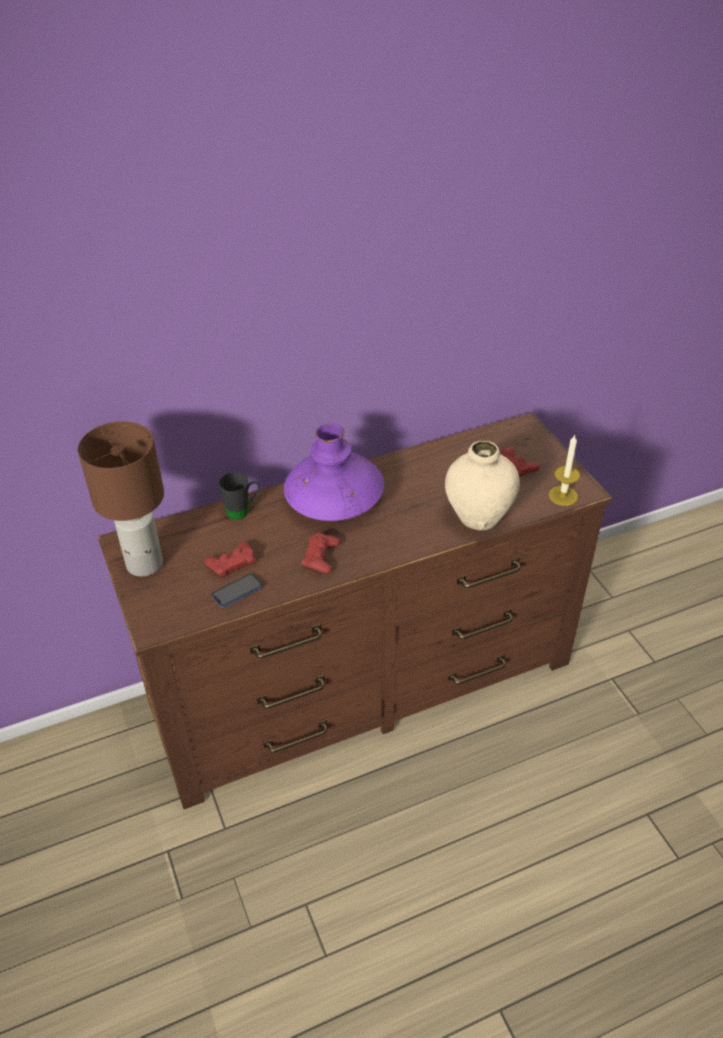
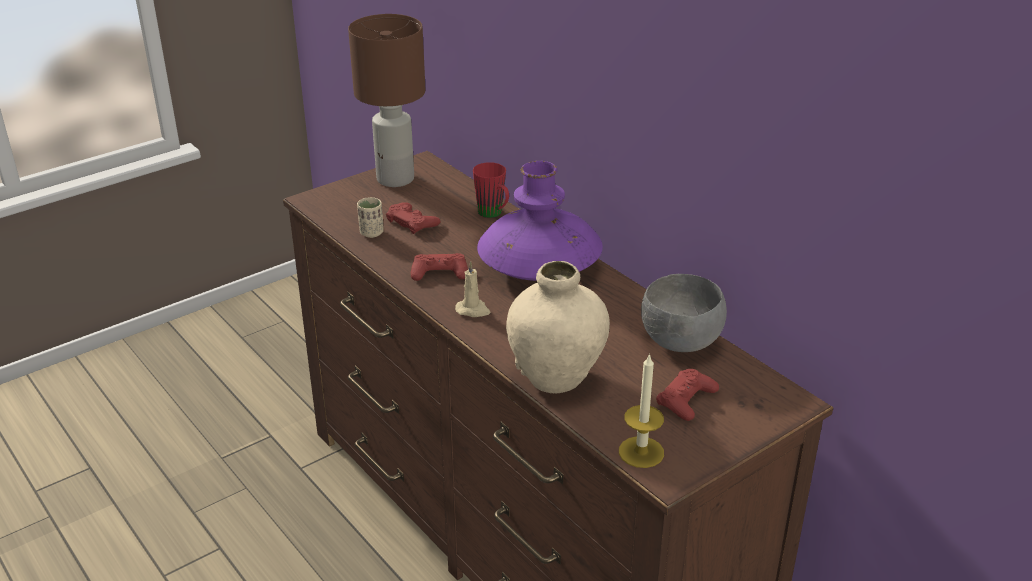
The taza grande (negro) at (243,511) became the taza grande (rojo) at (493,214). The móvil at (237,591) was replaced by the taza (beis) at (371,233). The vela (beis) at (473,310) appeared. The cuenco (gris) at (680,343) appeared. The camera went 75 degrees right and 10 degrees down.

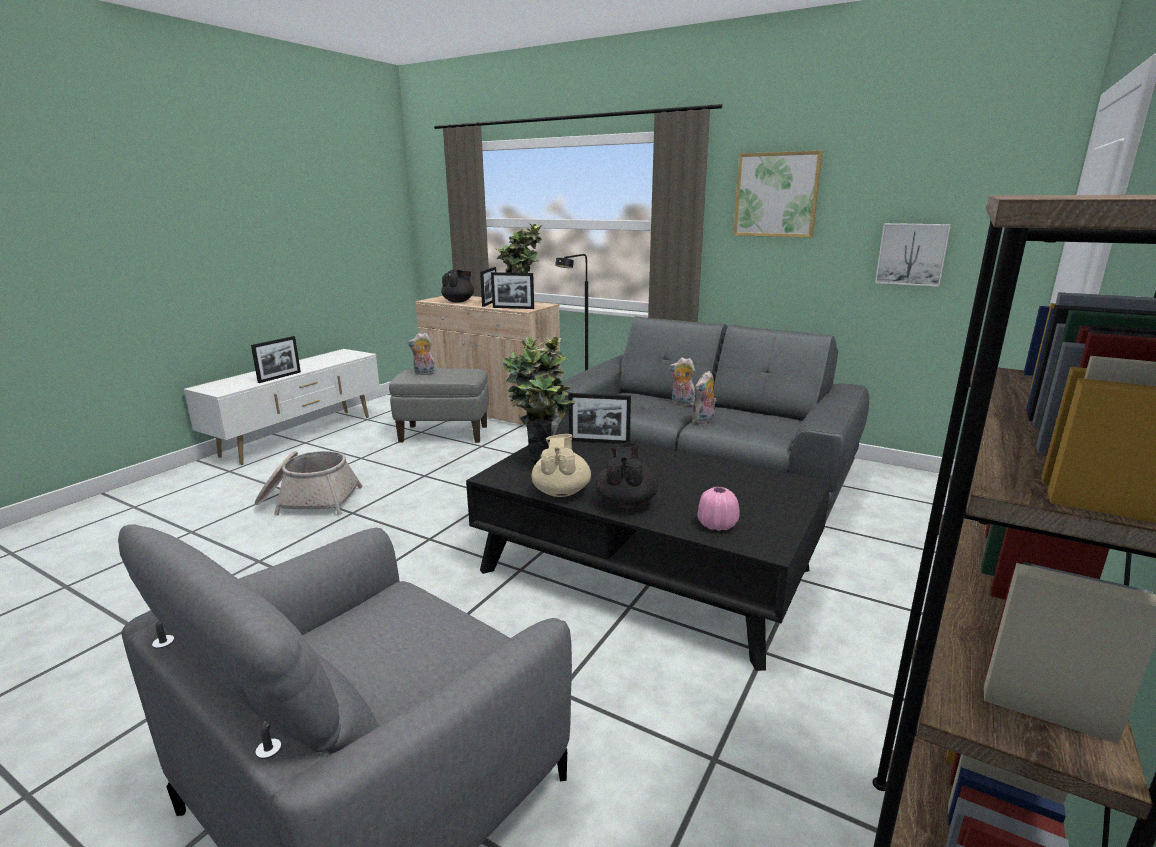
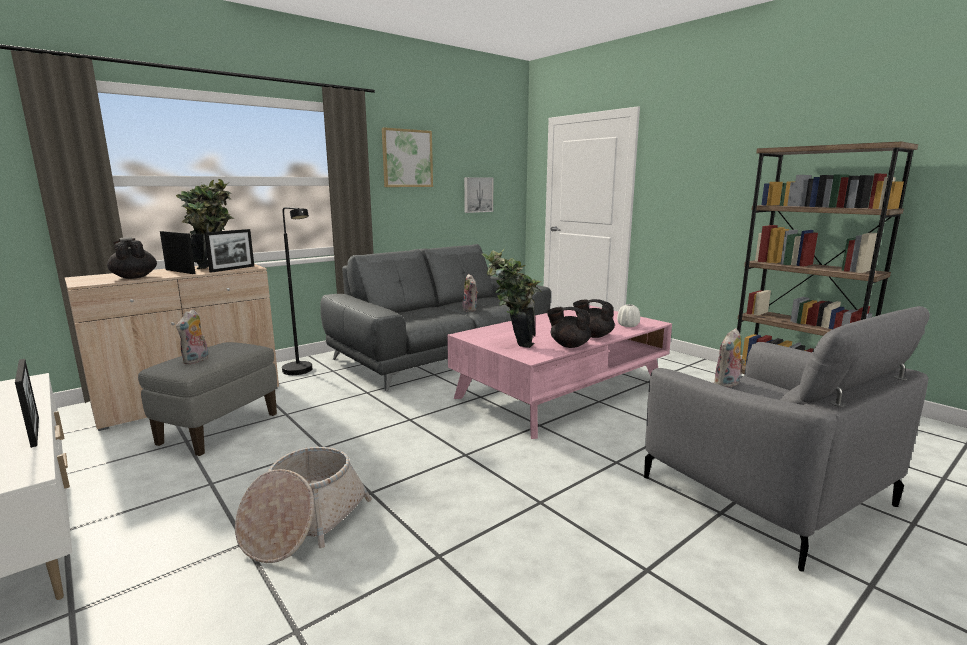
The peluche moved from (681,403) to (727,384). The portarretratos at (599,441) disappeared. The mesa de centro (negro) at (645,571) became the mesa de centro (rosa) at (562,391). The tetera (beis) at (561,491) became the tetera (negro) at (569,345). The florero (rosa) at (717,525) became the florero (blanco) at (628,325). The camera went 70 degrees left and 5 degrees down.

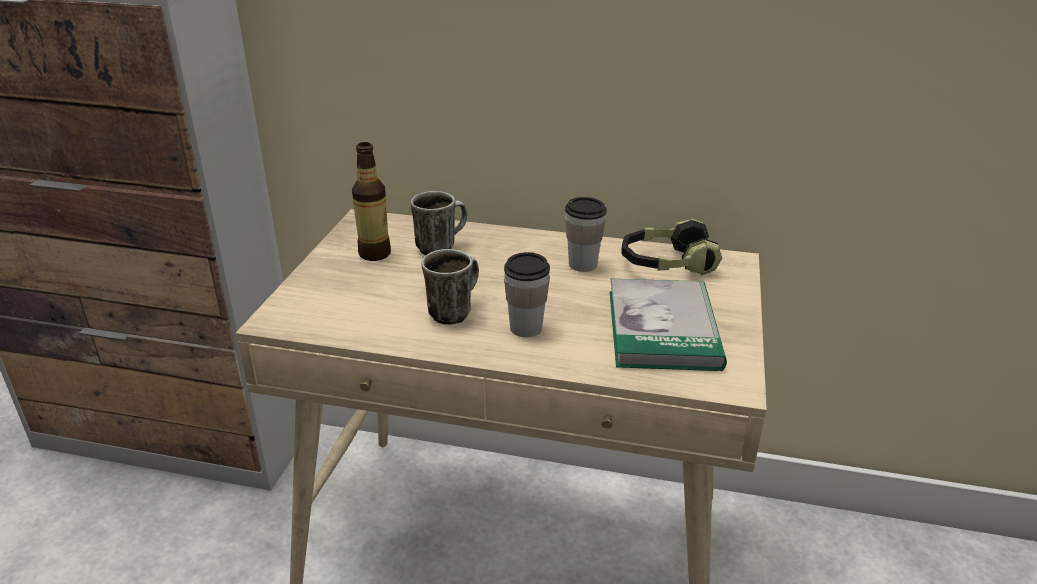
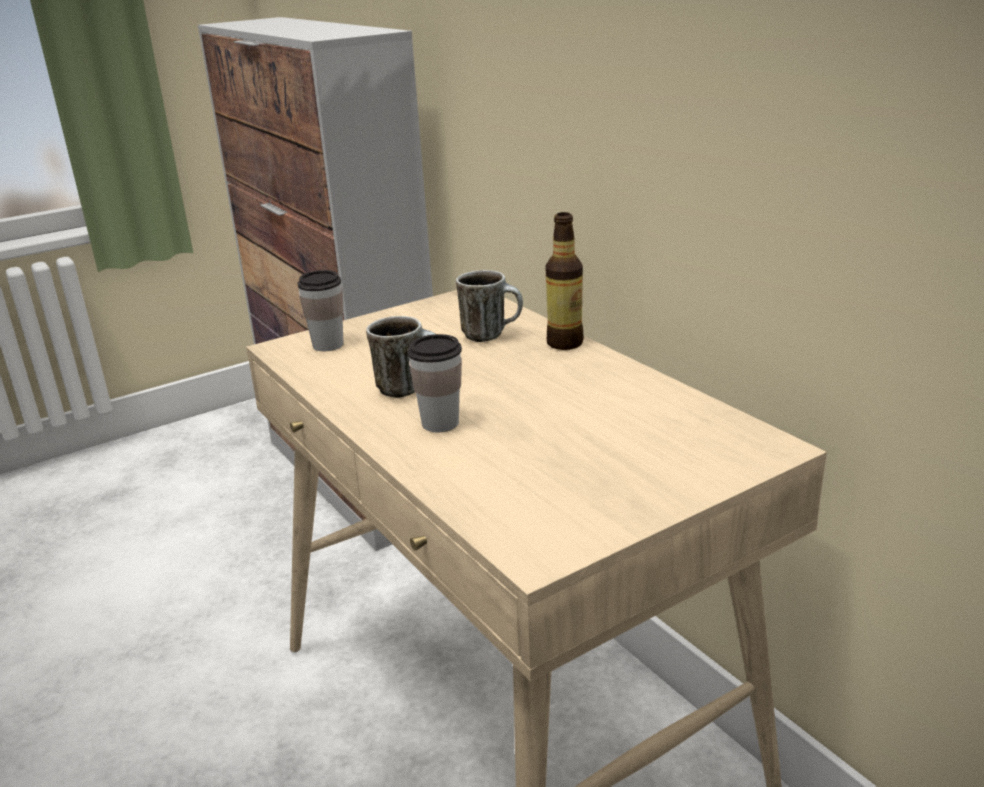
The botella moved from (375,254) to (565,343). The taza moved from (582,264) to (328,345). The auriculares at (666,264) disappeared. The libro at (663,329) disappeared. The camera went 45 degrees right and 5 degrees down.

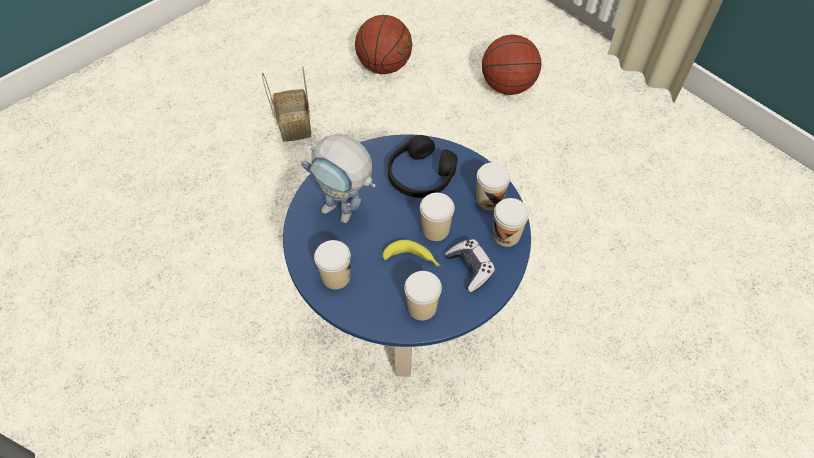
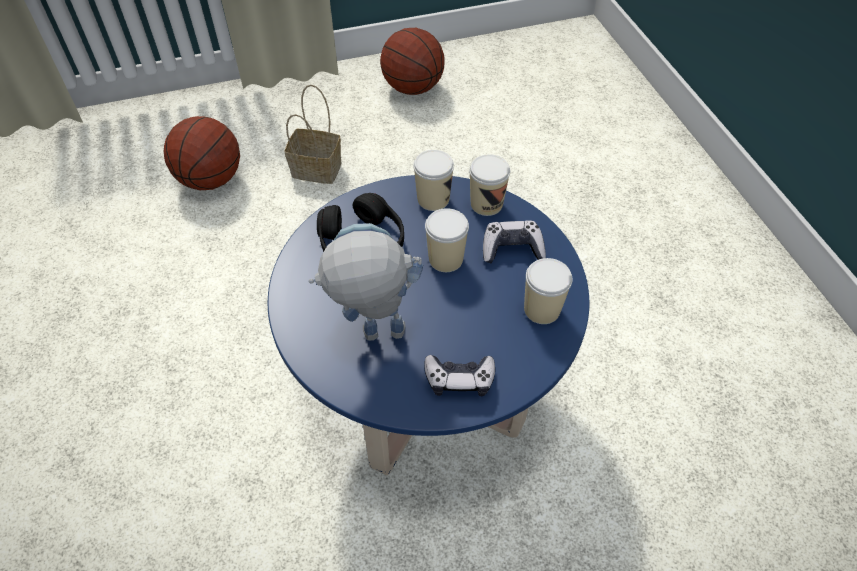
The balón de baloncesto moved from (384,66) to (413,88). The cesta moved from (294,124) to (315,170). The robot de juguete at (346,214) turned 150 degrees counterclockwise. The taza at (336,277) was replaced by the mando de consola at (459,379). The plátano at (412,259) disappeared. The camera went 65 degrees left and 5 degrees down.

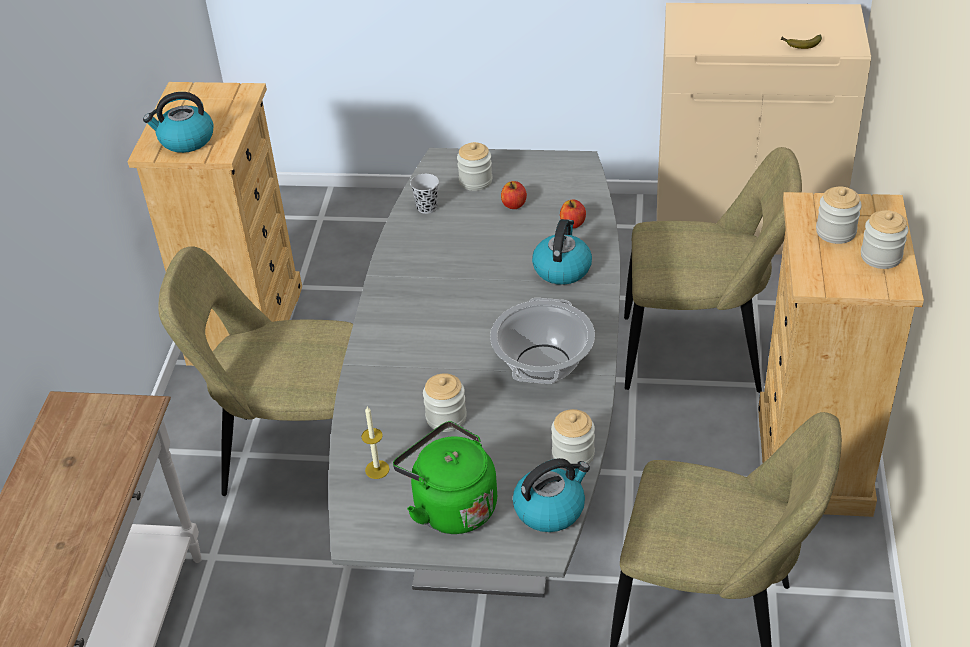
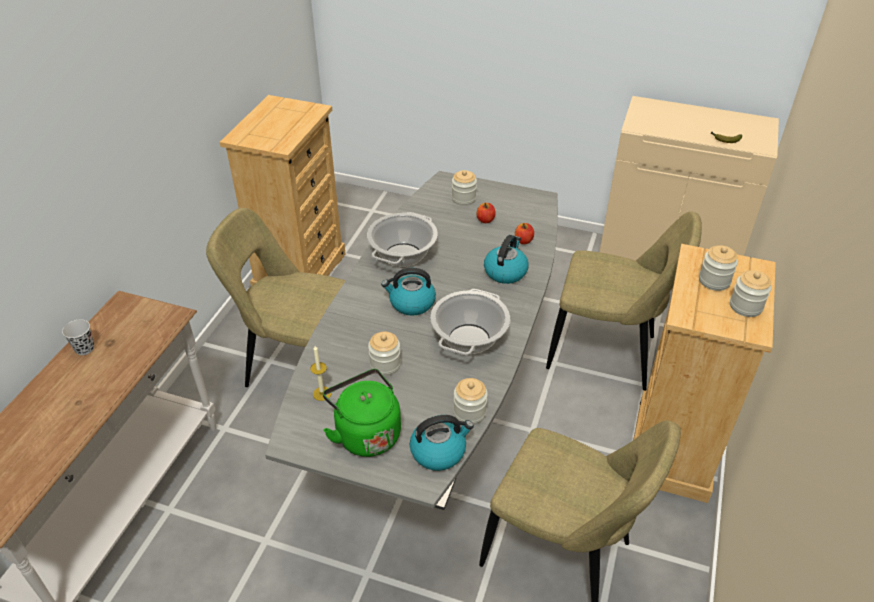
The hervidor moved from (185,140) to (411,303). The taza (negro) moved from (427,207) to (84,349). The olla at (403,255) appeared. The camera went 10 degrees right and 0 degrees up.

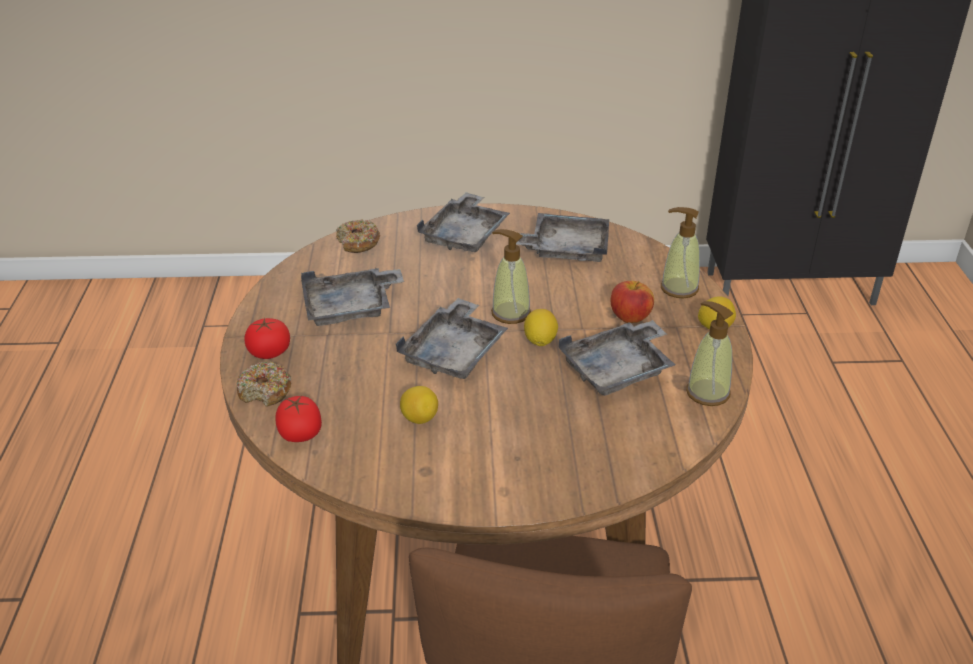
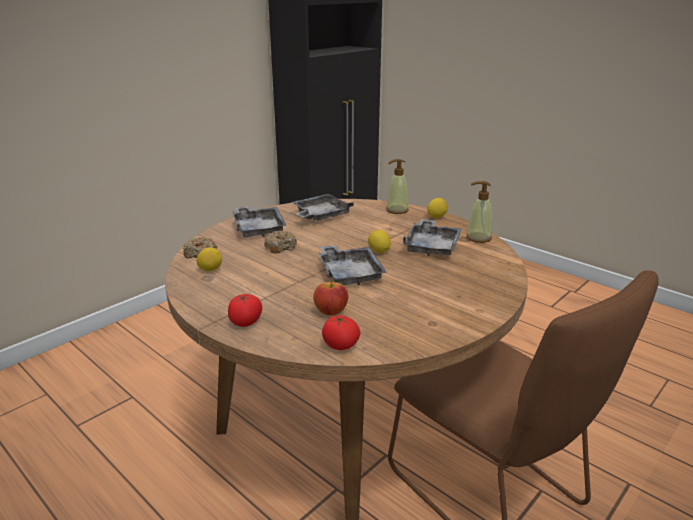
The dispensador de jabón at (510,313) disappeared. The bandeja (gris) at (351,308) disappeared. The manzana moved from (630,317) to (331,312). The rosquilla moved from (265,391) to (280,247). The limón moved from (419,418) to (210,269). The camera went 45 degrees left and 10 degrees down.

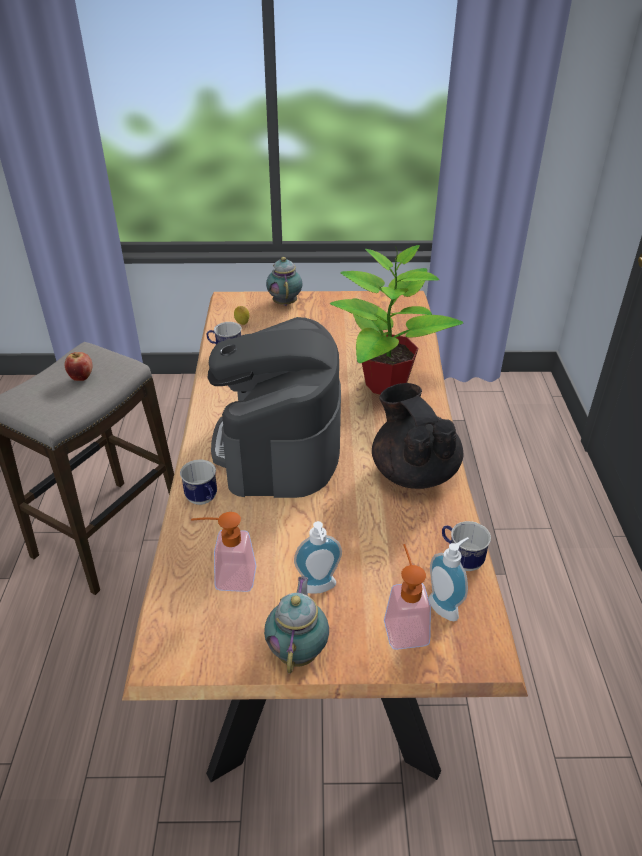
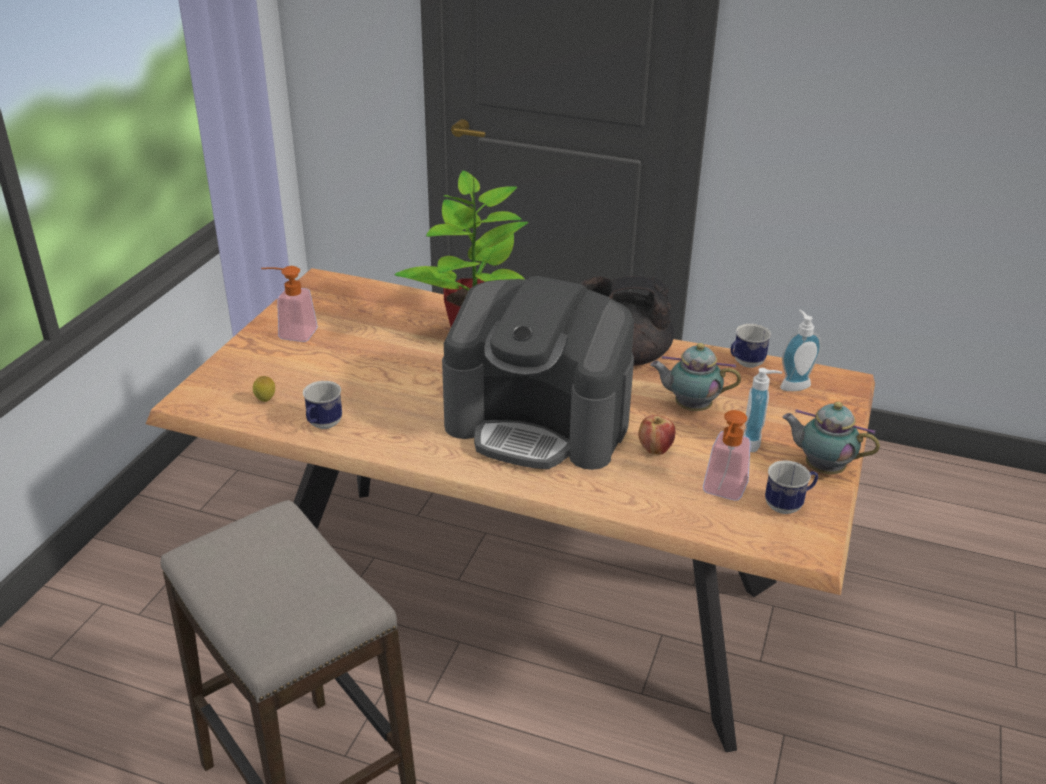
The tetera moved from (285,302) to (690,407). The manzana moved from (81,377) to (655,449). The taza grande moved from (204,500) to (788,505). The dispensador de jabón moved from (404,625) to (291,333). The camera went 70 degrees left and 5 degrees down.

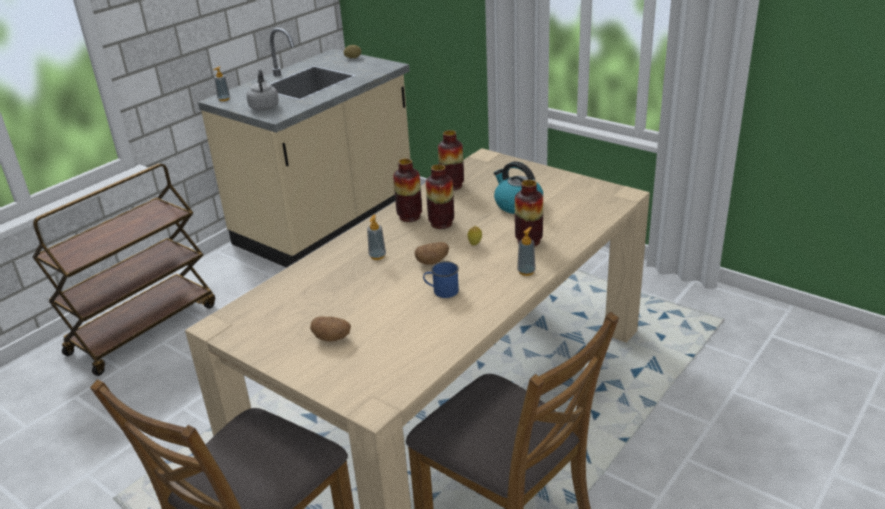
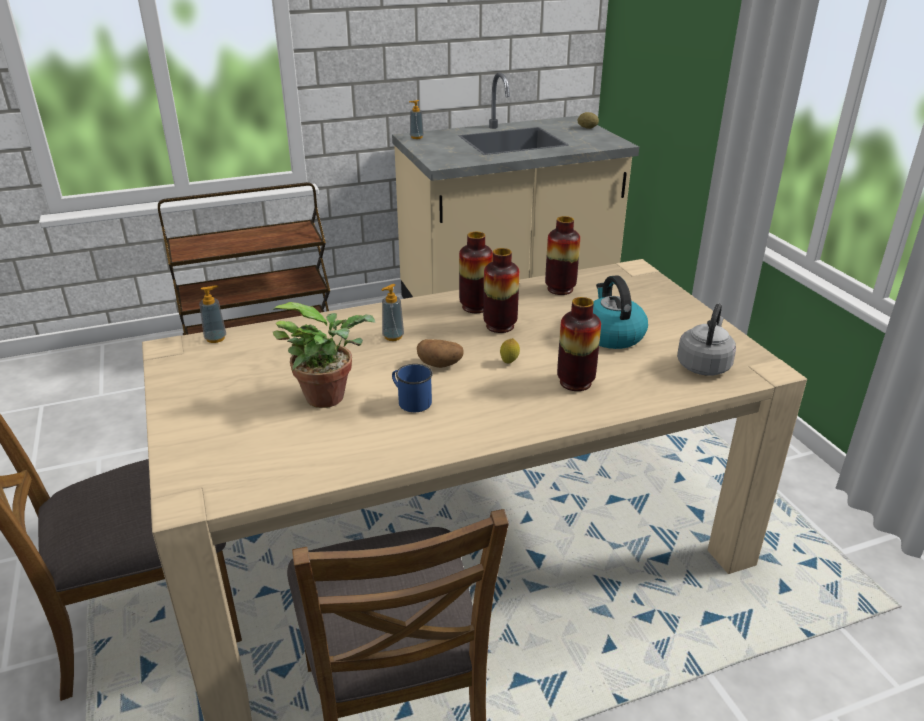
The hervidor (gris) moved from (264,107) to (704,365). The dispensador de jabón moved from (526,271) to (215,338). The patata at (332,338) disappeared. The planta en maceta at (330,397) appeared. The camera went 30 degrees right and 0 degrees up.

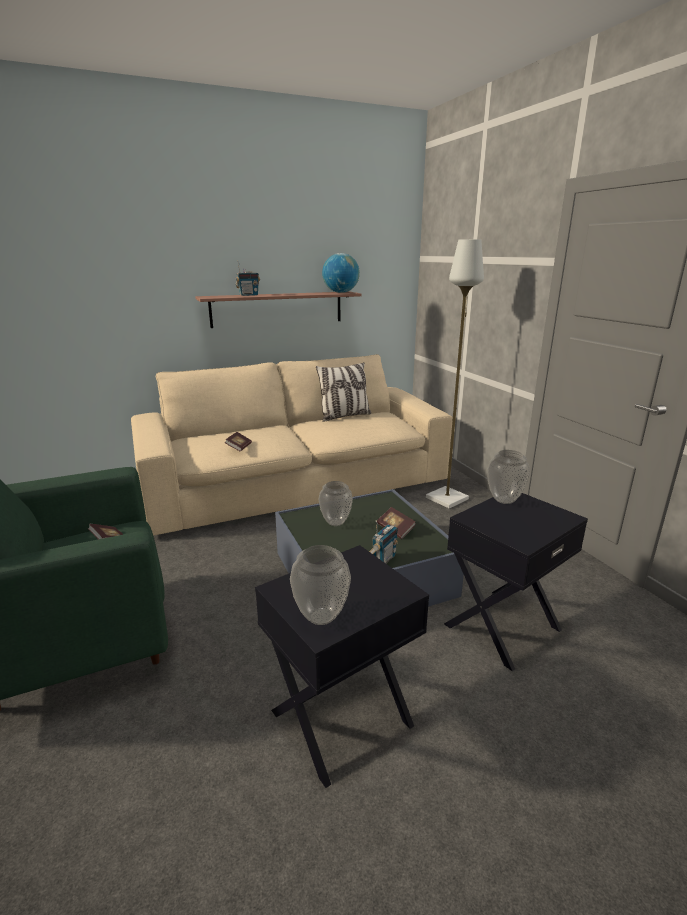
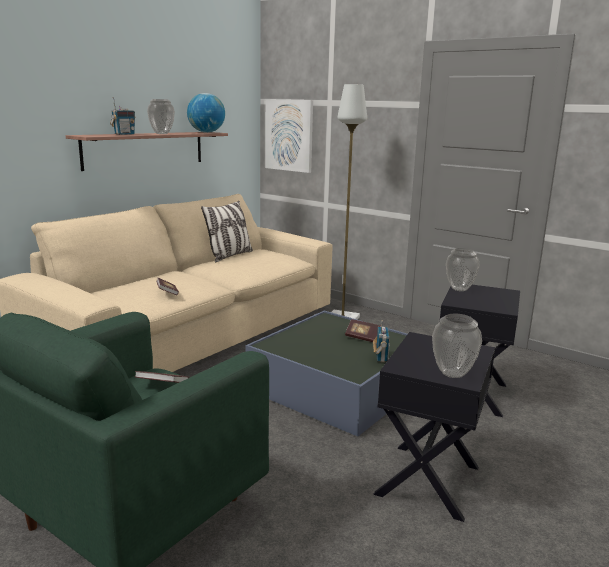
The florero moved from (335,523) to (161,134). The cuadro at (289,135) appeared. The camera went 30 degrees left and 5 degrees down.

